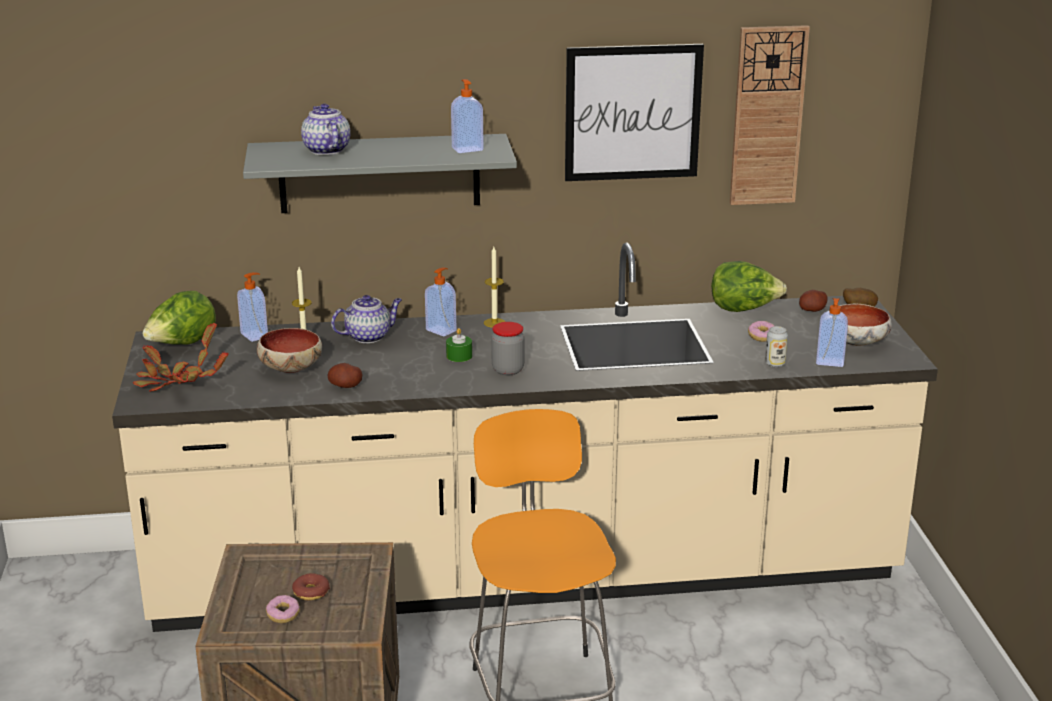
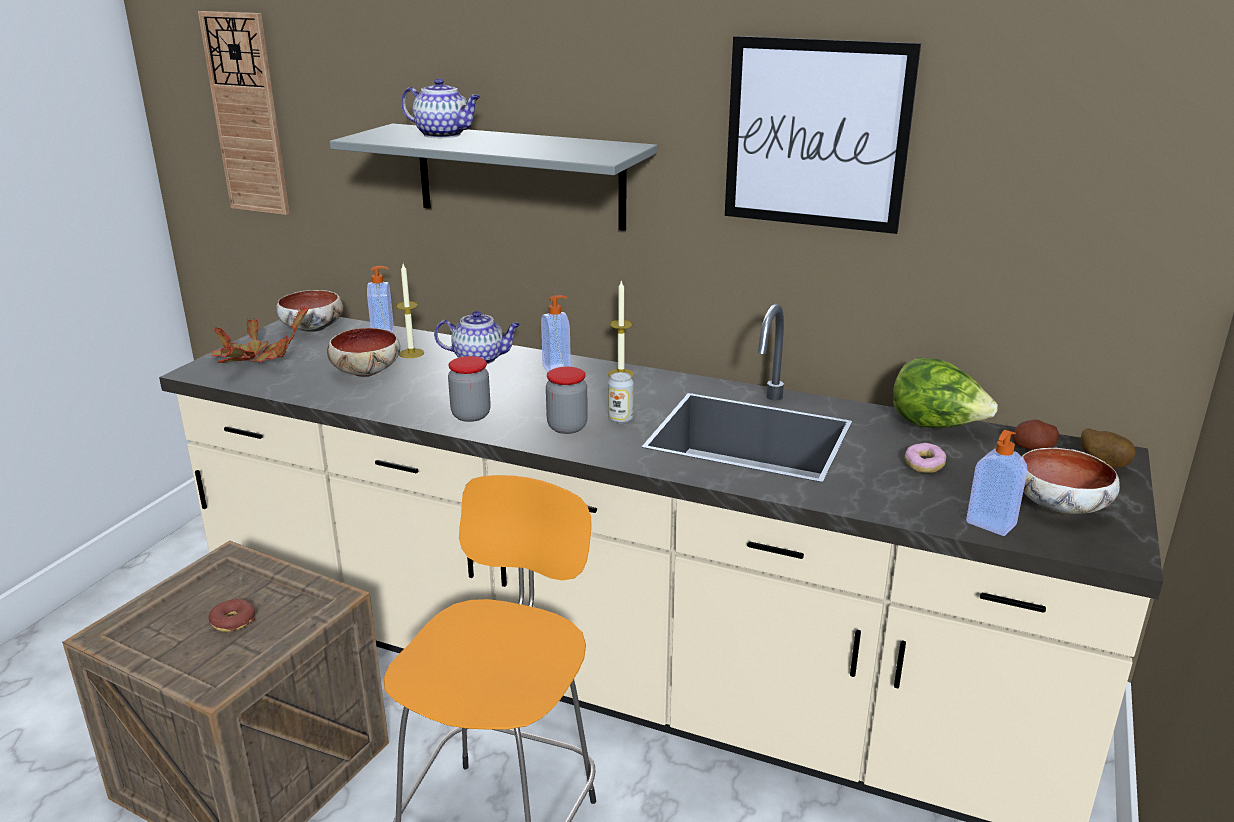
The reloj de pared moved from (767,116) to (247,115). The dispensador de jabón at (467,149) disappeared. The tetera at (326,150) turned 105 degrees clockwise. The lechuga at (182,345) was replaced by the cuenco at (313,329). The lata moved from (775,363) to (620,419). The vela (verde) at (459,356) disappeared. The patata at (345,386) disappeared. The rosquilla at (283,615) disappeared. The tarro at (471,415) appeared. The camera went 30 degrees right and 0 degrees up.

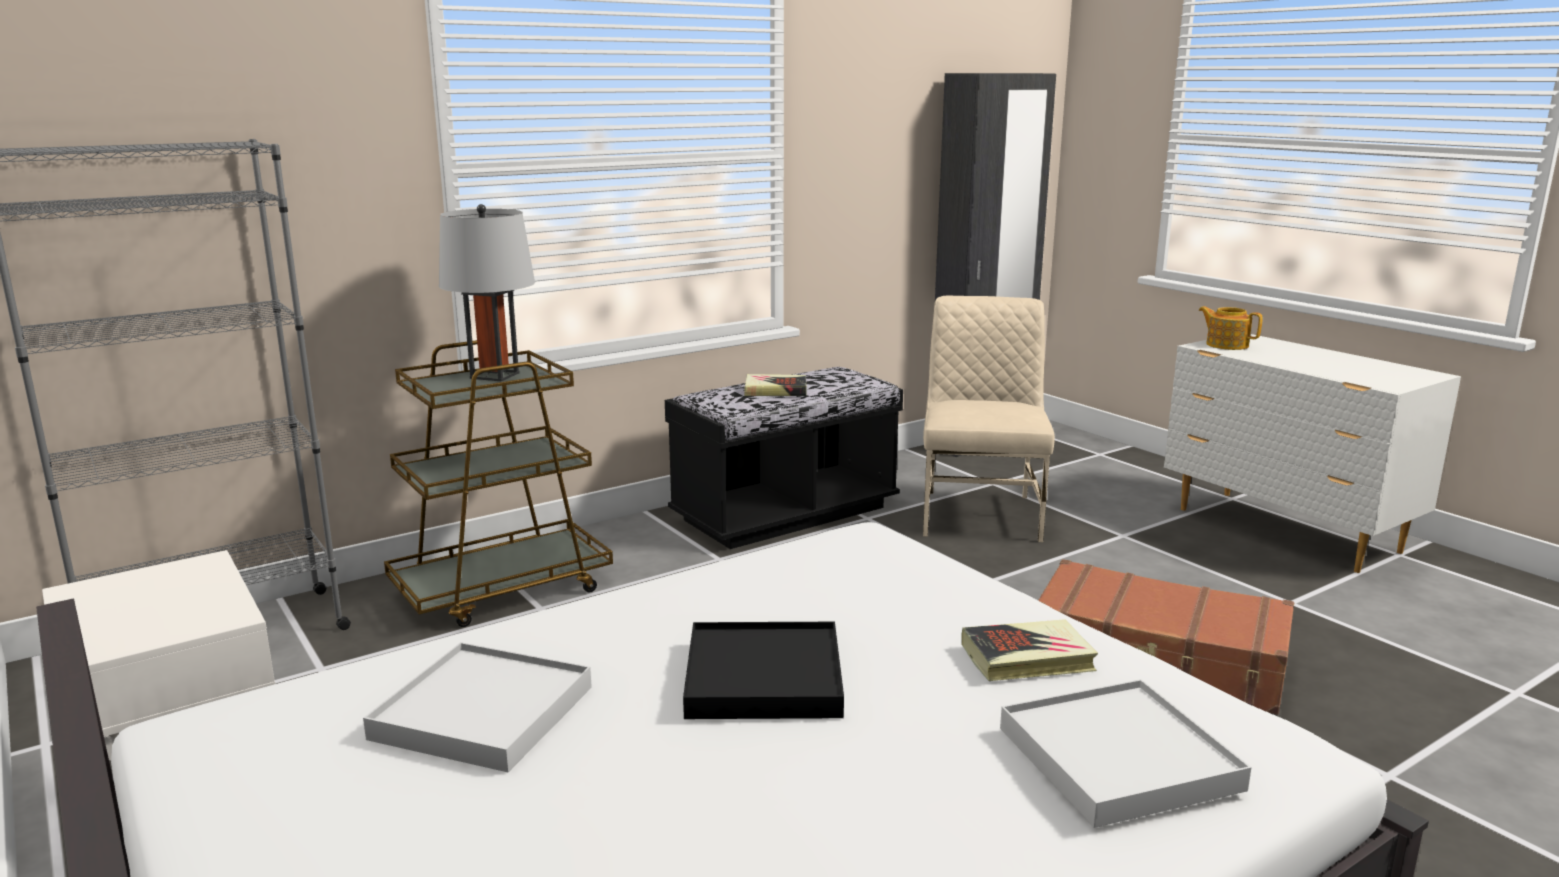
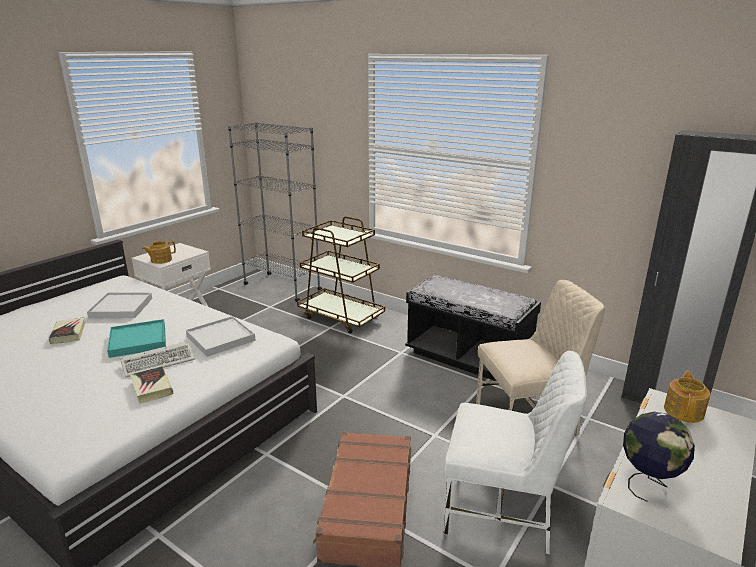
The lámpara de mesa (gris) at (494,375) disappeared. The libro moved from (775,391) to (68,333). The bandeja (negro) at (764,678) became the bandeja (turquesa) at (138,341). The bandeja (blanco) moved from (1118,758) to (221,338). The tetera at (161,260) appeared. The teclado at (160,361) appeared. The silla (blanco) at (502,511) appeared. The globo terráqueo at (648,483) appeared. The camera went 70 degrees right and 5 degrees up.

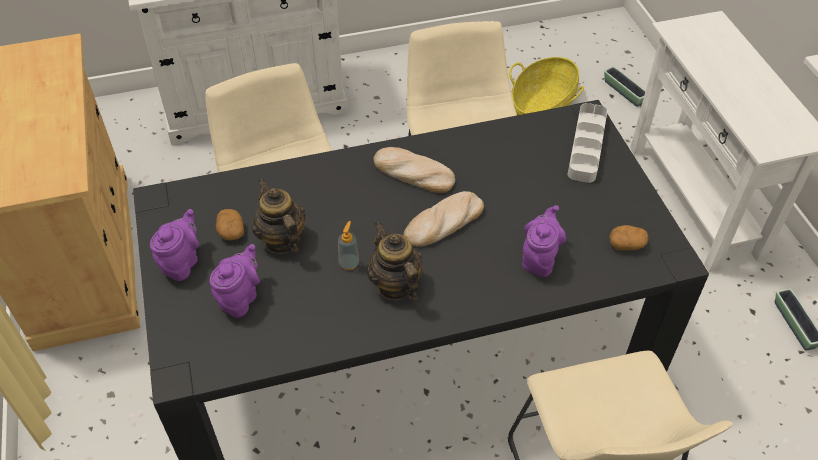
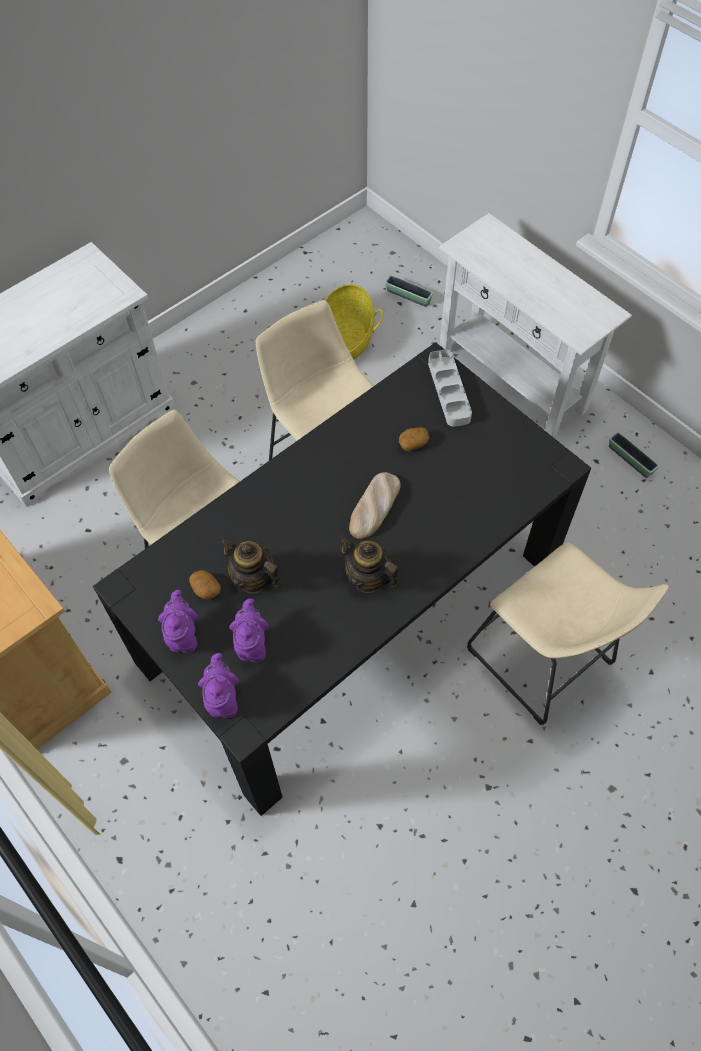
The pan at (413,173) disappeared. The tetera (morado) moved from (539,259) to (222,699). The dispensador de jabón at (349,263) disappeared. The patata moved from (626,244) to (413,443). The camera went 25 degrees left and 10 degrees up.

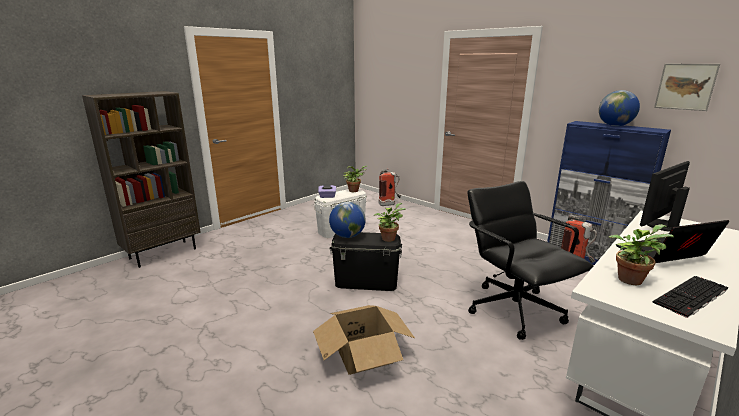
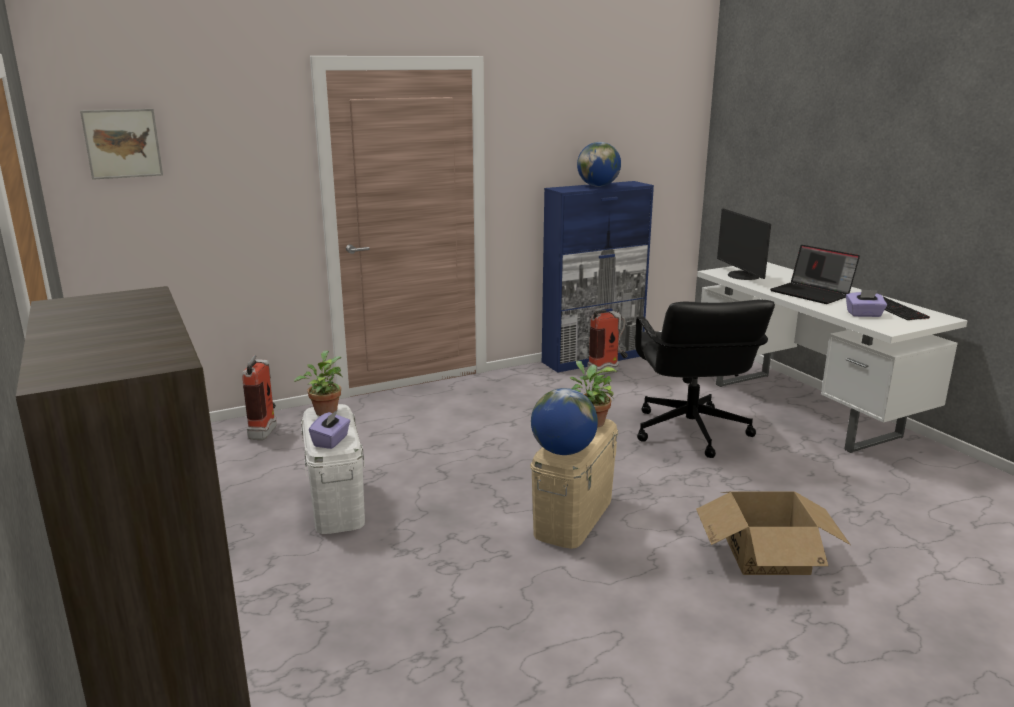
The cuadro moved from (685,86) to (122,143). The silla de oficina (negro) at (514,309) turned 90 degrees counterclockwise. The portátil at (663,254) turned 45 degrees counterclockwise. The planta en maceta at (630,278) was replaced by the caja de pañuelos (morado) at (864,314). The caja de almacenaje (negro) at (366,282) became the caja de almacenaje (beis) at (573,516). The camera went 70 degrees left and 0 degrees up.

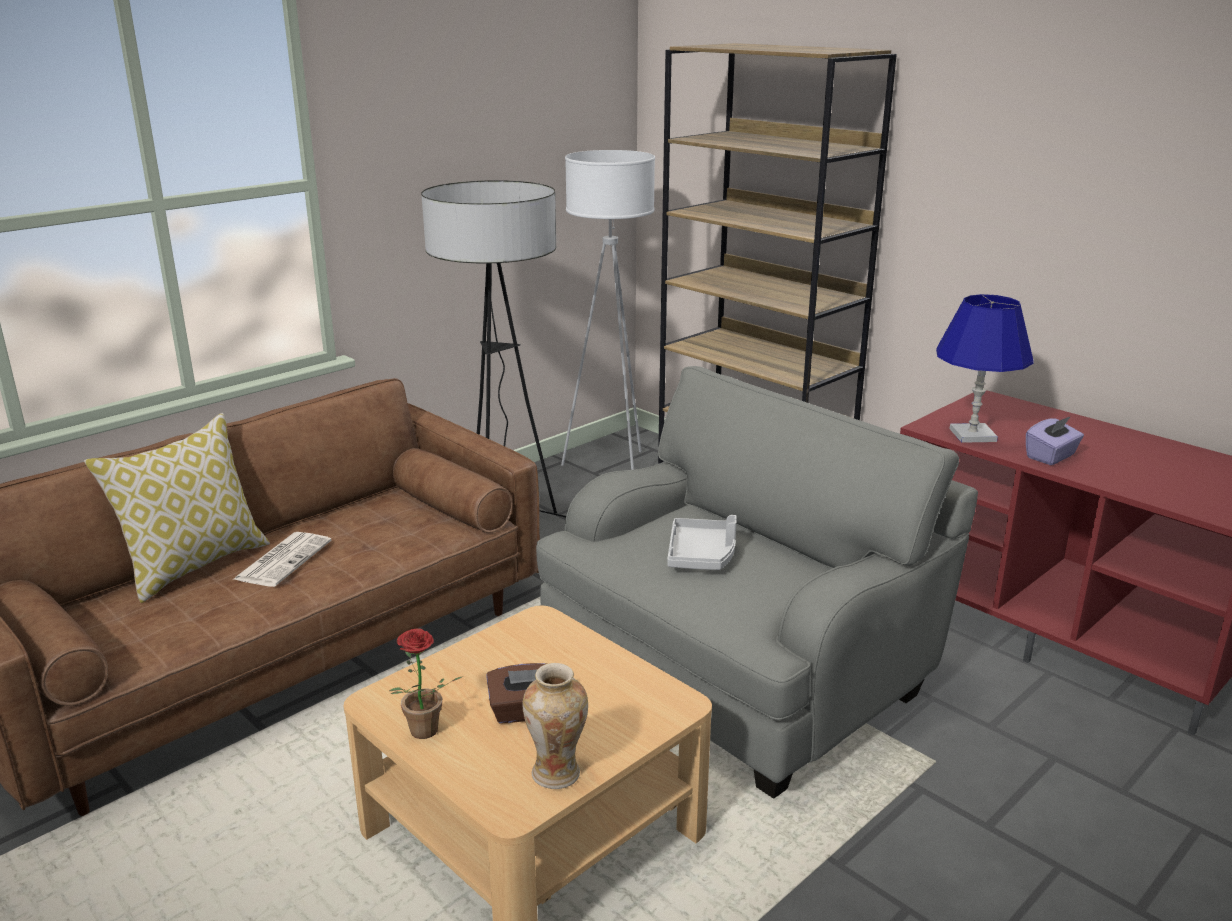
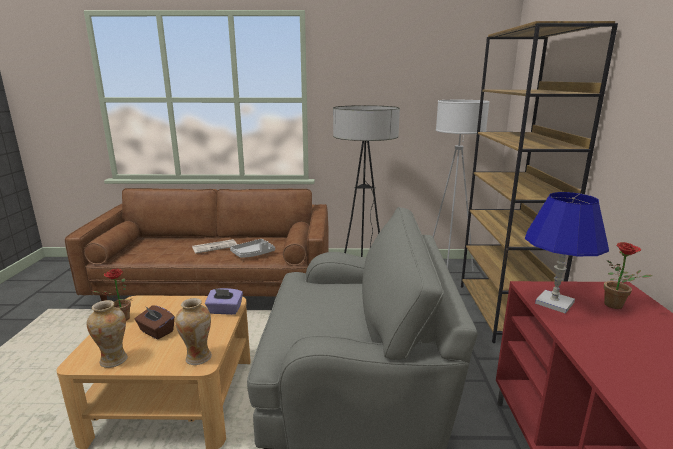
The cojín at (195,565) disappeared. The caja de pañuelos (morado) moved from (1051,456) to (225,310). The bandeja (gris) moved from (702,555) to (253,254). The planta en maceta at (617,306) appeared. The florero at (198,357) appeared. The camera went 45 degrees right and 5 degrees down.

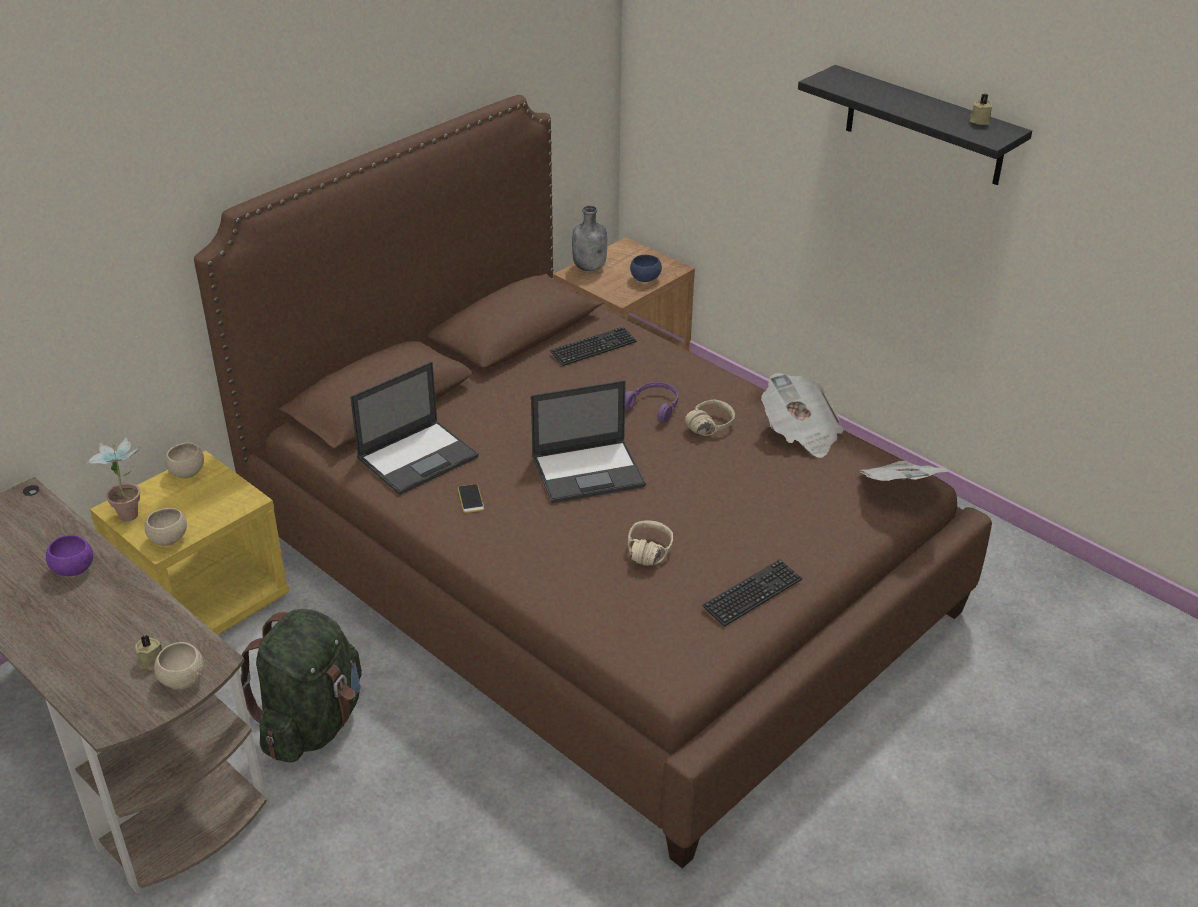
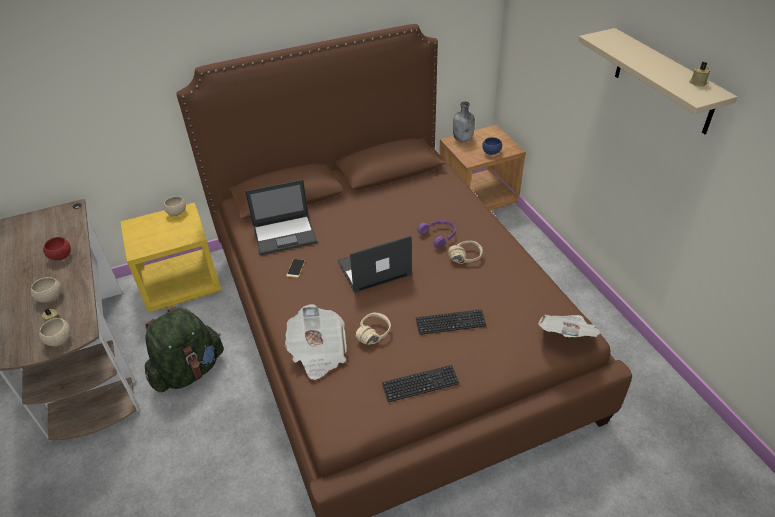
The estante (negro) at (924,126) became the estante (beis) at (664,81). The teclado moved from (593,348) to (450,323). The periódico moved from (800,433) to (318,353). The portátil at (589,471) turned 150 degrees clockwise. The planta en maceta at (129,511) disappeared. The cuenco (beis) moved from (169,539) to (50,297). The cuenco (morado) at (73,570) became the cuenco (rojo) at (61,256). The camera went 25 degrees right and 5 degrees up.

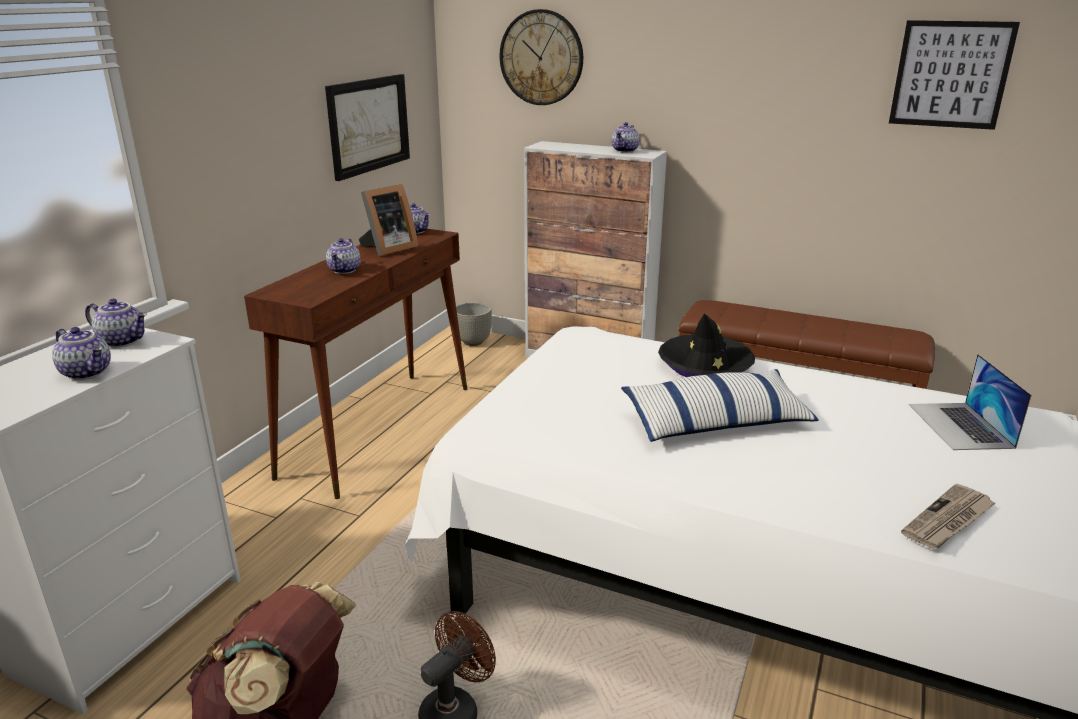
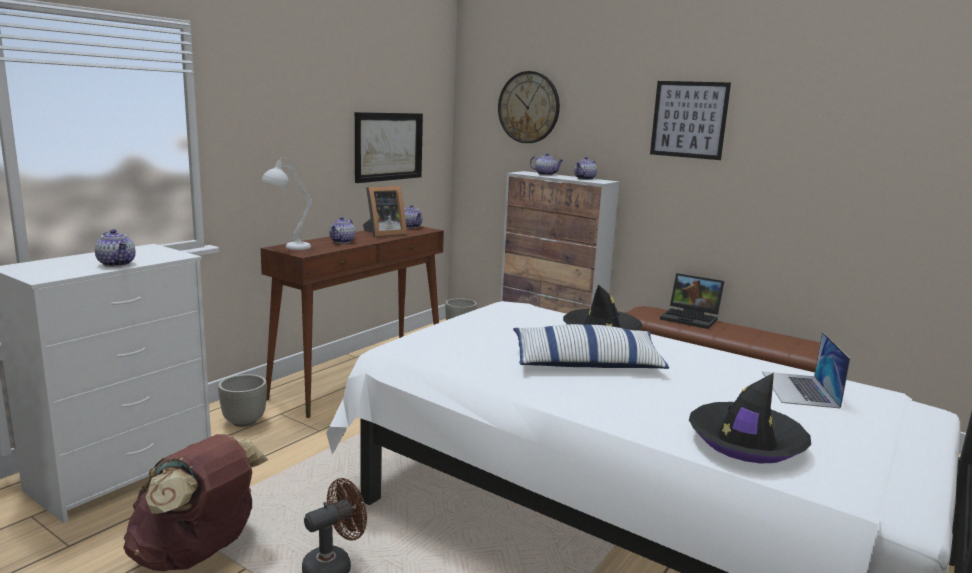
The cuadro moved from (951,74) to (689,119). The tetera moved from (123,341) to (546,174). The periódico at (948,520) was replaced by the sombrero (negro) at (746,442). The lámpara de mesa (blanco) at (287,248) appeared. The portátil at (691,318) appeared. The maceta (gris) at (244,421) appeared. The camera went 10 degrees right and 10 degrees down.

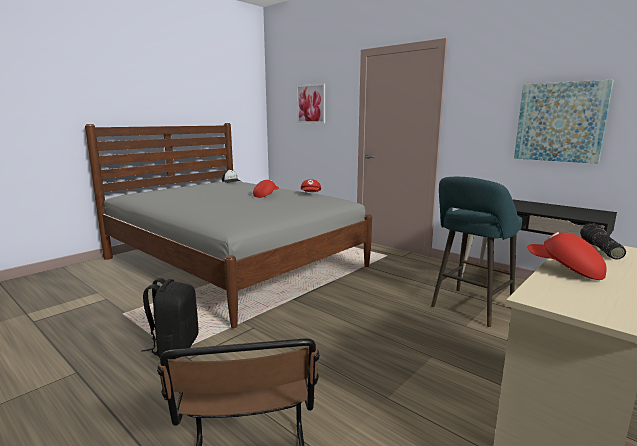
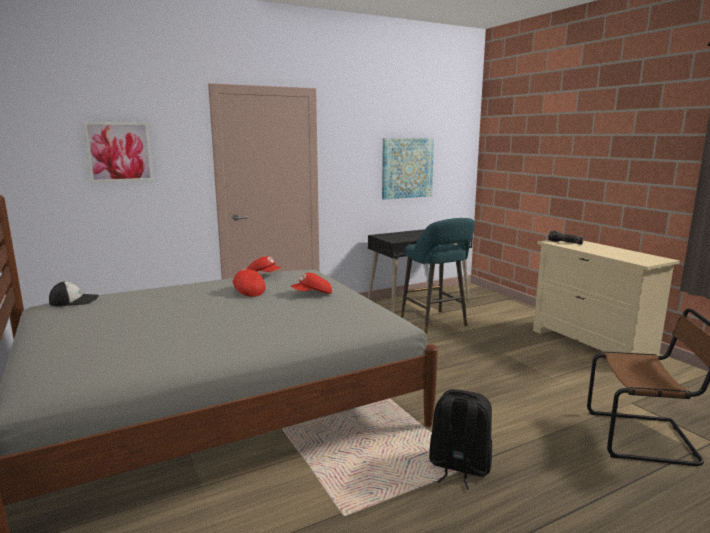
The gorra (rojo) moved from (565,270) to (312,294). The camera went 70 degrees left and 0 degrees up.

